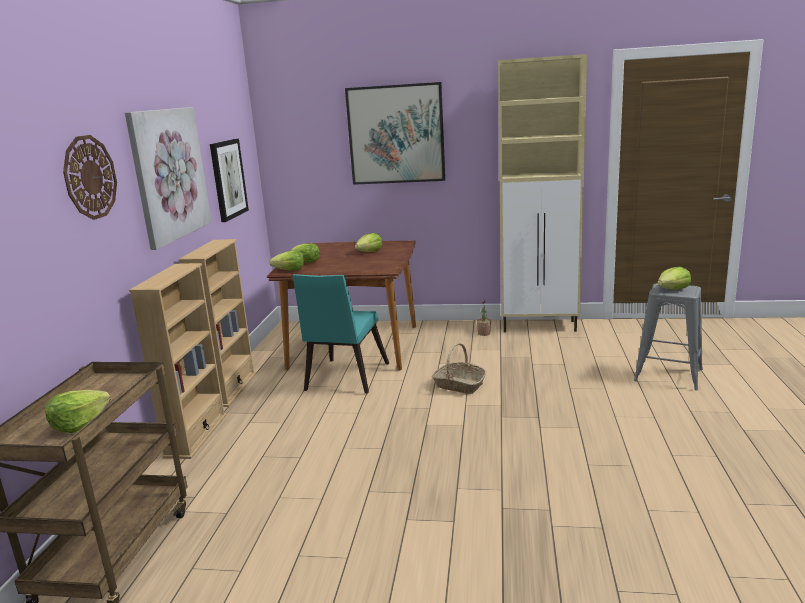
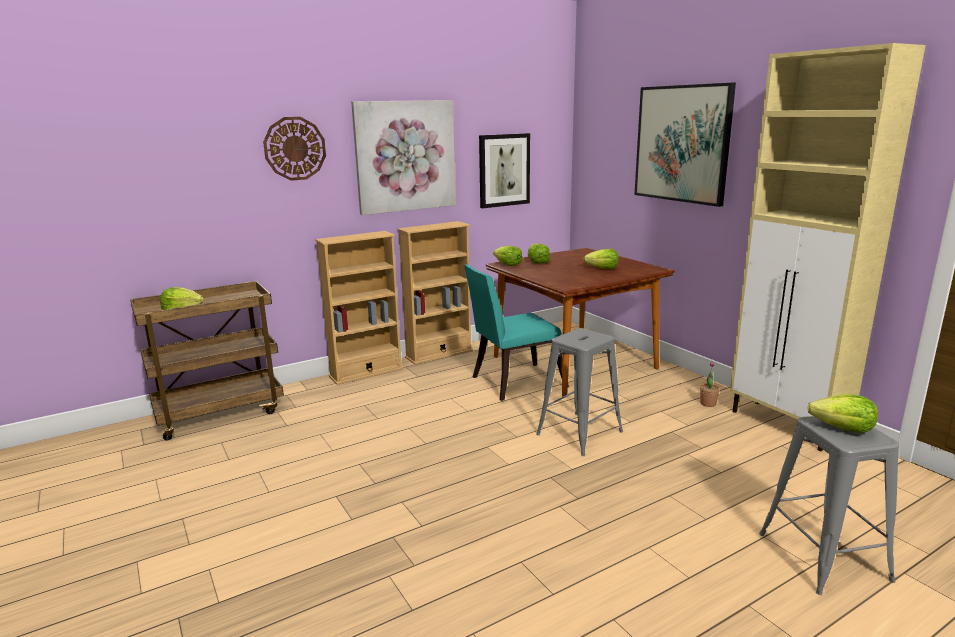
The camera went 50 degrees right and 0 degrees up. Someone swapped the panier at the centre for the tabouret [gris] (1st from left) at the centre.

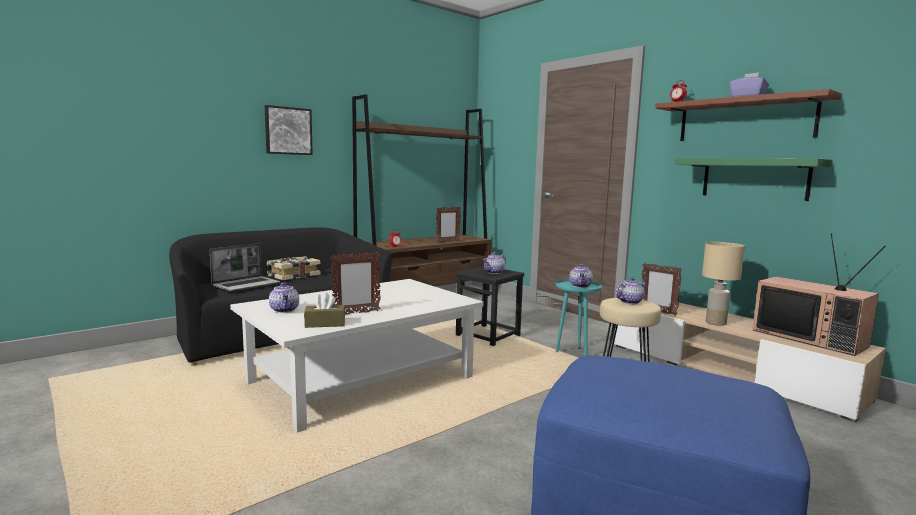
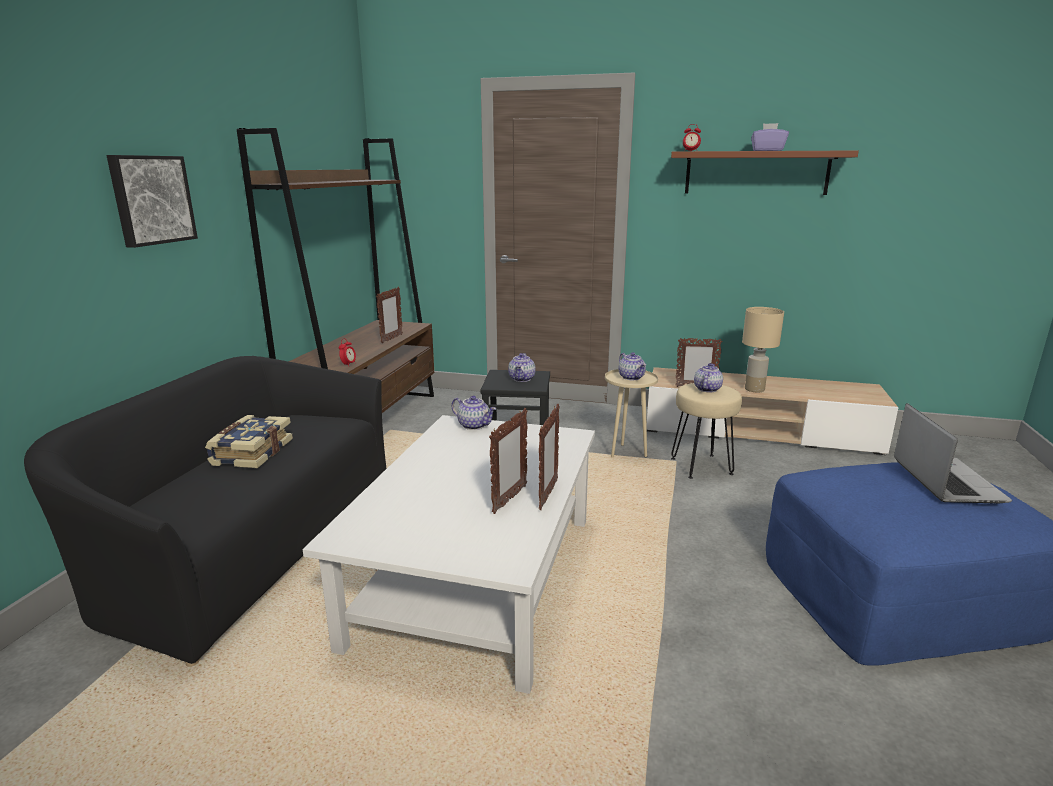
The camera went 35 degrees left and 10 degrees up. Someone took away the boîte à mouchoirs [marron] at the centre. Someone took away the étagère [vert] at the middle right. Someone took away the téléviseur at the middle right. Someone put down the cadre photo (3rd from left) at the centre. Someone carried the ordinateur portable from the middle left to the middle right. Someone carried the théière (1st from left) from the middle left to the centre. Someone repainted the table d'appoint [turquoise] at the centre, which became the table d'appoint [beige] at the centre.

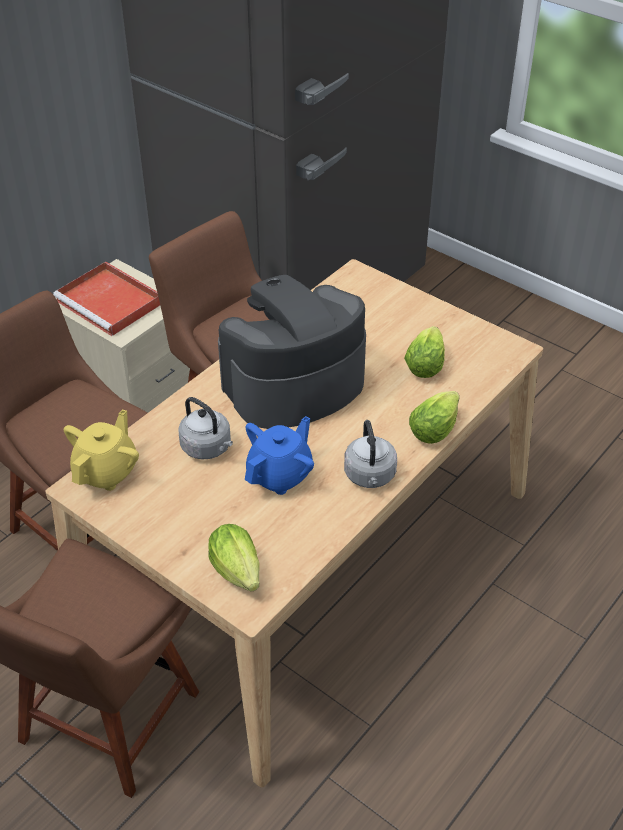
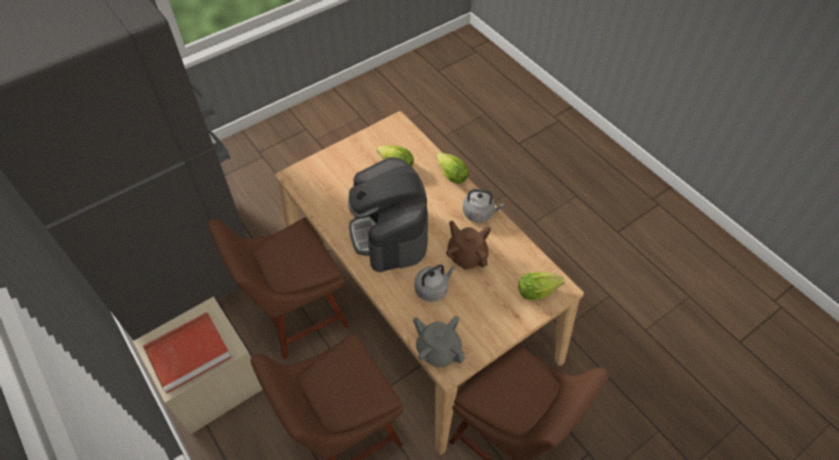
The camera went 75 degrees left and 10 degrees up. Someone repainted the théière [jaune] at the middle left, which became the théière [gris] at the bottom centre. Someone repainted the théière [bleu] at the centre, which became the théière [marron] at the centre.

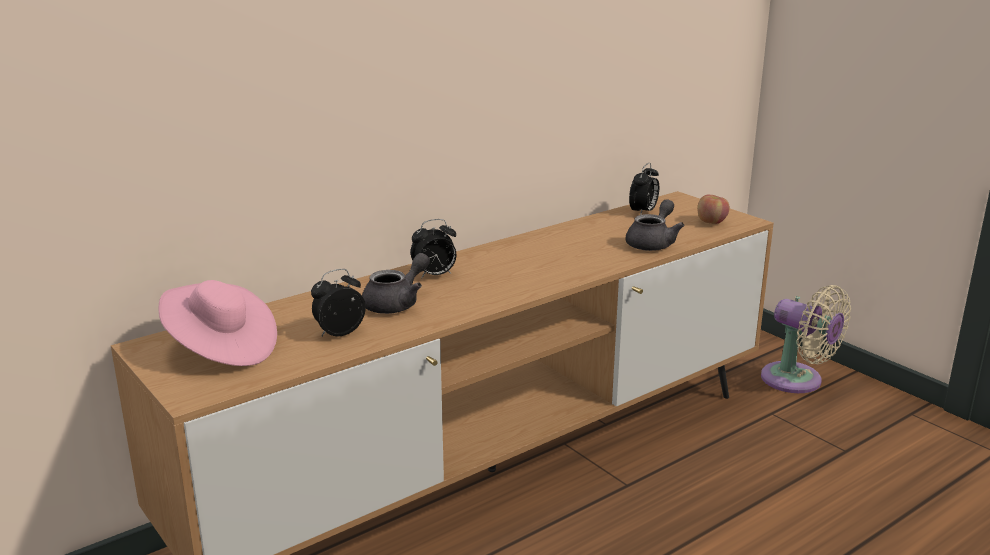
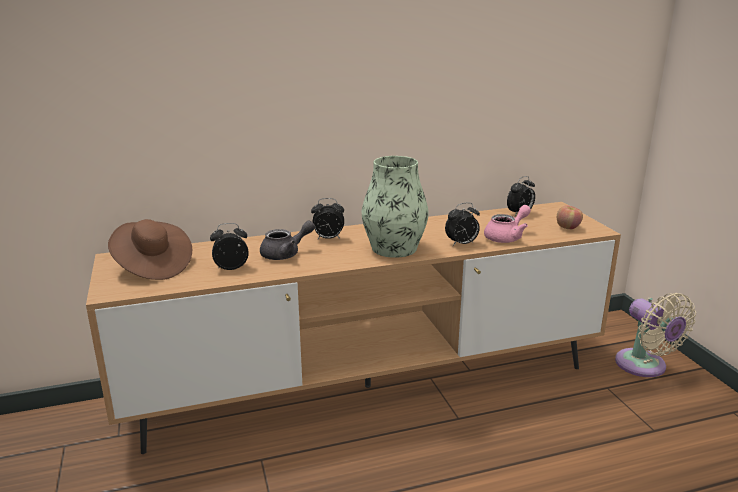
The camera went 20 degrees right and 0 degrees up. Someone put down the vase at the centre. Someone put down the réveil (3rd from left) at the centre. Someone repainted the chapeau [rose] at the middle left, which became the chapeau [marron] at the middle left. Someone repainted the théière [gris] (2nd from left) at the centre, which became the théière [rose] at the middle right.

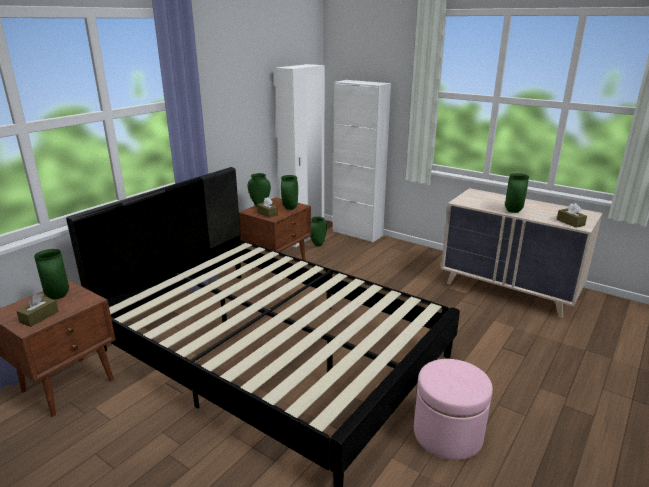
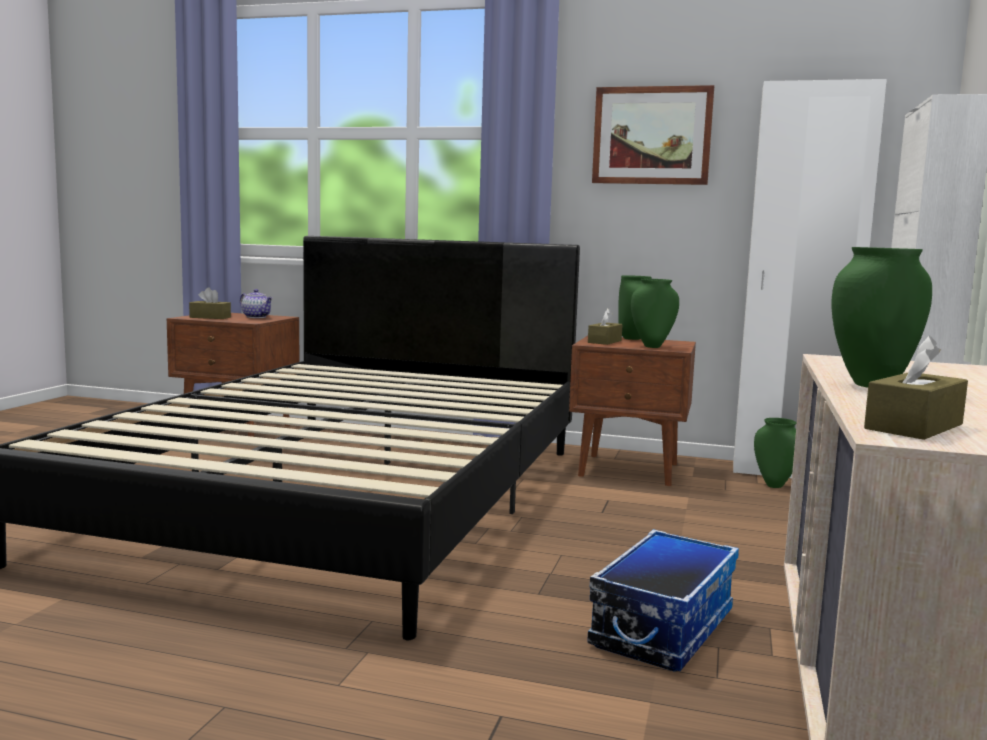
The camera went 70 degrees right and 15 degrees down. Someone took away the pouf [rose] at the bottom right. Someone put down the boîte de rangement at the bottom right. Someone put up the tableau at the top centre. Someone swapped the vase [vert] (1st from left) at the middle left for the théière at the middle left.

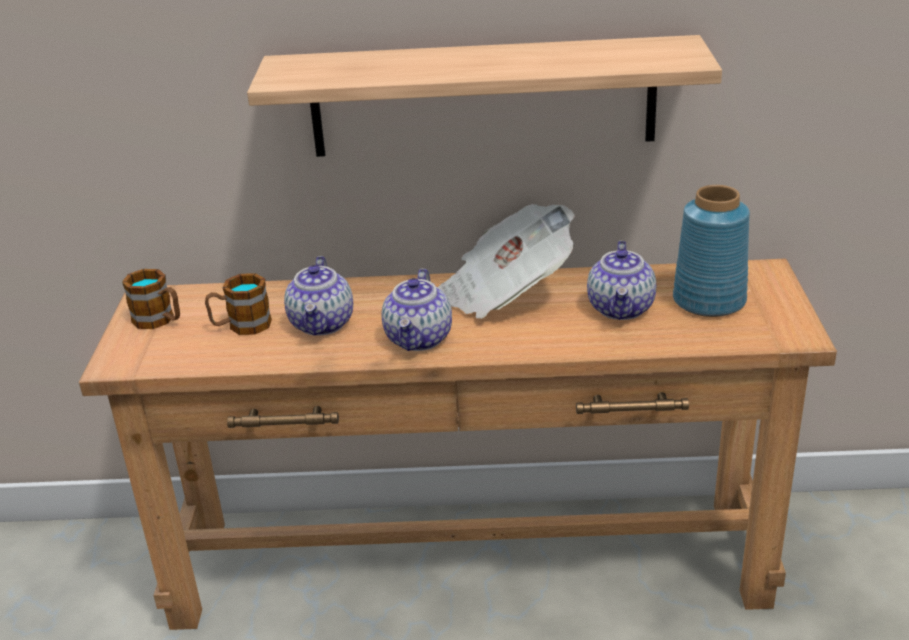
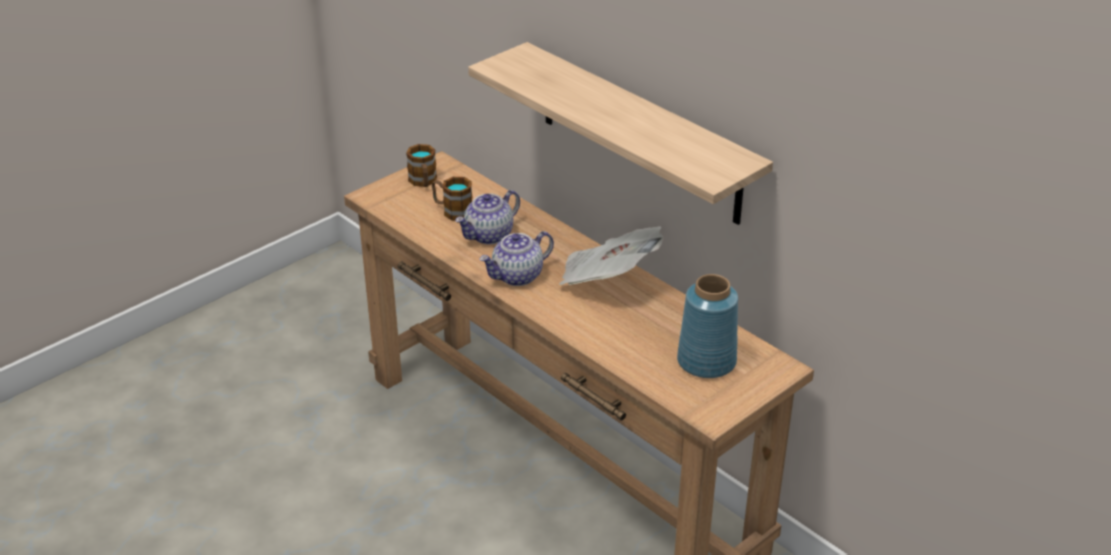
The camera went 45 degrees right and 5 degrees up. Someone took away the théière (3rd from left) at the middle right.

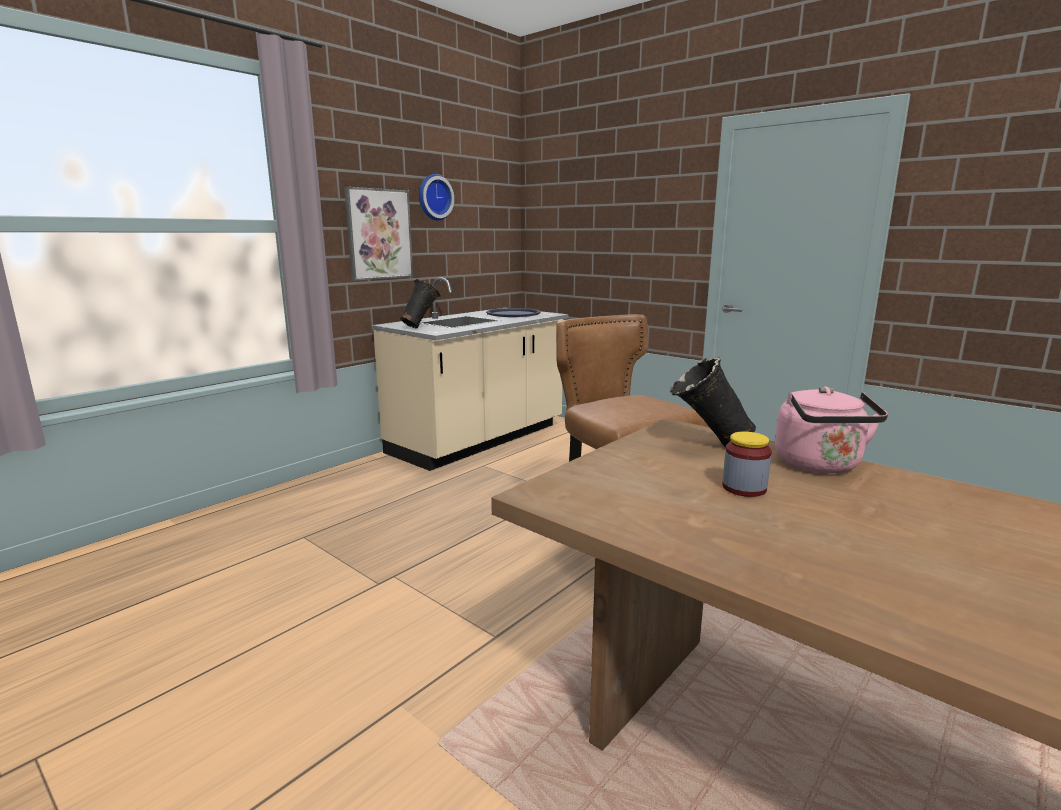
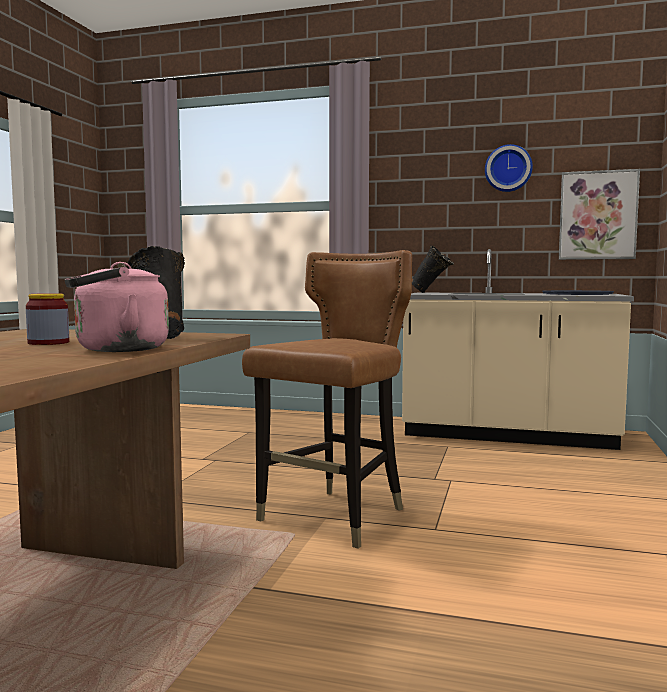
The camera went 65 degrees right and 10 degrees down. Someone carried the tableau from the top centre to the top right.

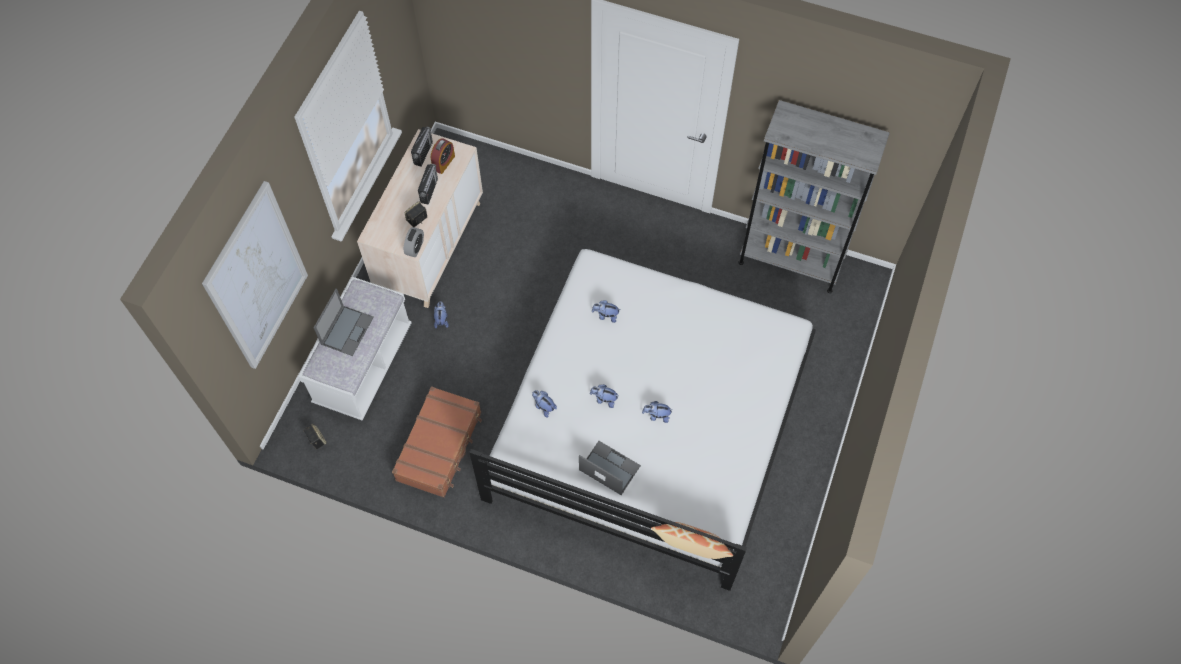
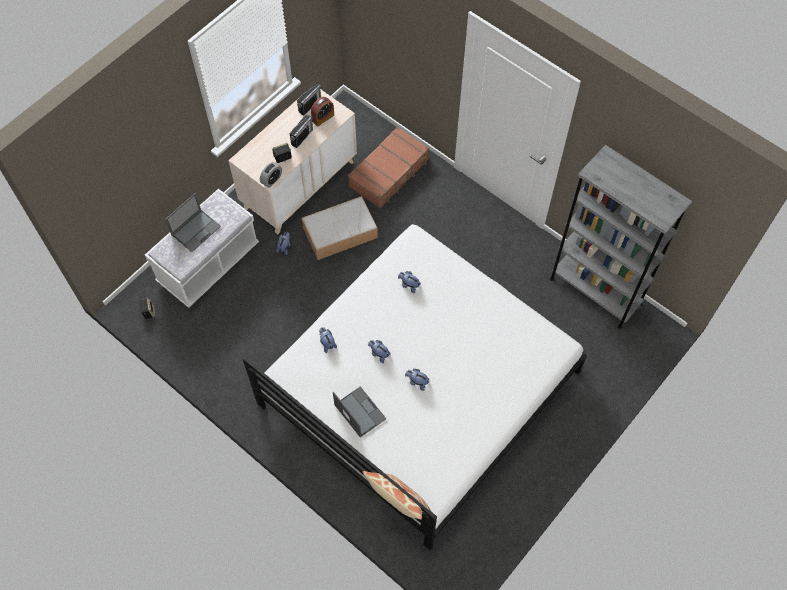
The camera went 20 degrees right and 0 degrees up. Someone took away the tableau at the middle left. Someone put down the boîte de rangement at the centre. Someone carried the valise [marron] from the centre to the top centre.

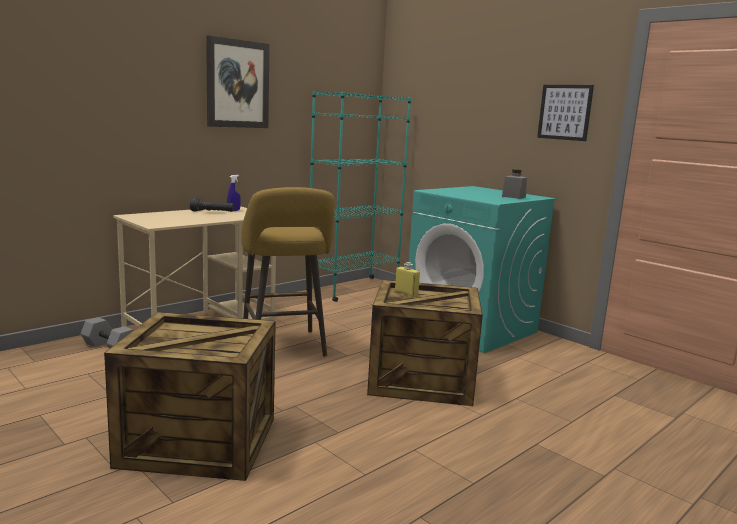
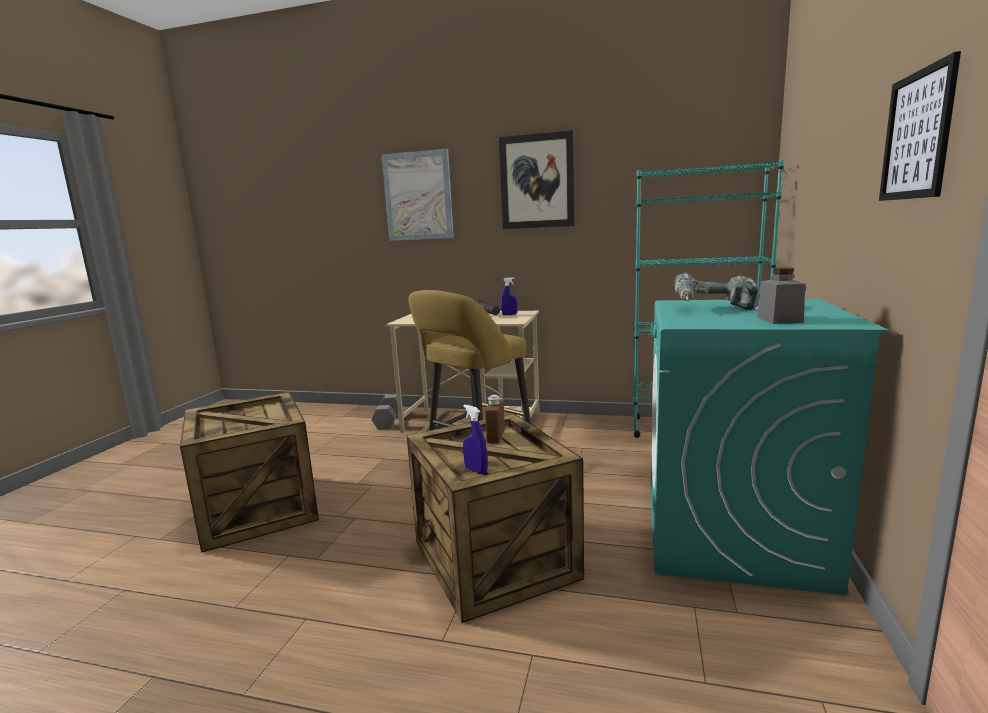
The camera went 60 degrees right and 0 degrees up. Someone put up the tableau (1st from left) at the top centre. Someone put down the vaporisateur [bleu] (1st from left) at the centre. Someone put down the perceuse at the middle right. Someone repainted the bouteille [jaune] at the centre, which became the bouteille [marron] at the centre.

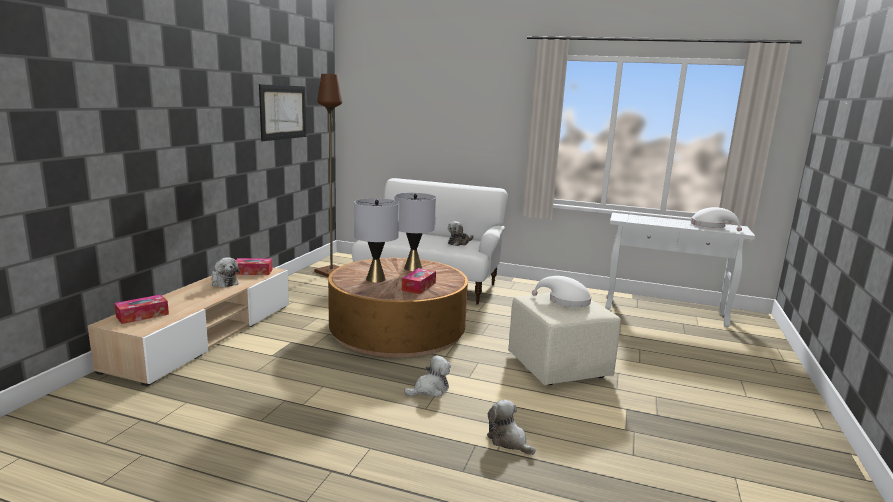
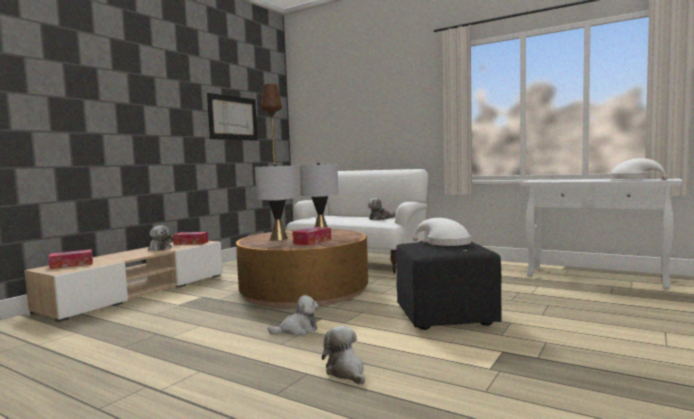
The camera went 15 degrees right and 10 degrees down. Someone repainted the pouf [beige] at the bottom centre, which became the pouf [noir] at the bottom centre.

